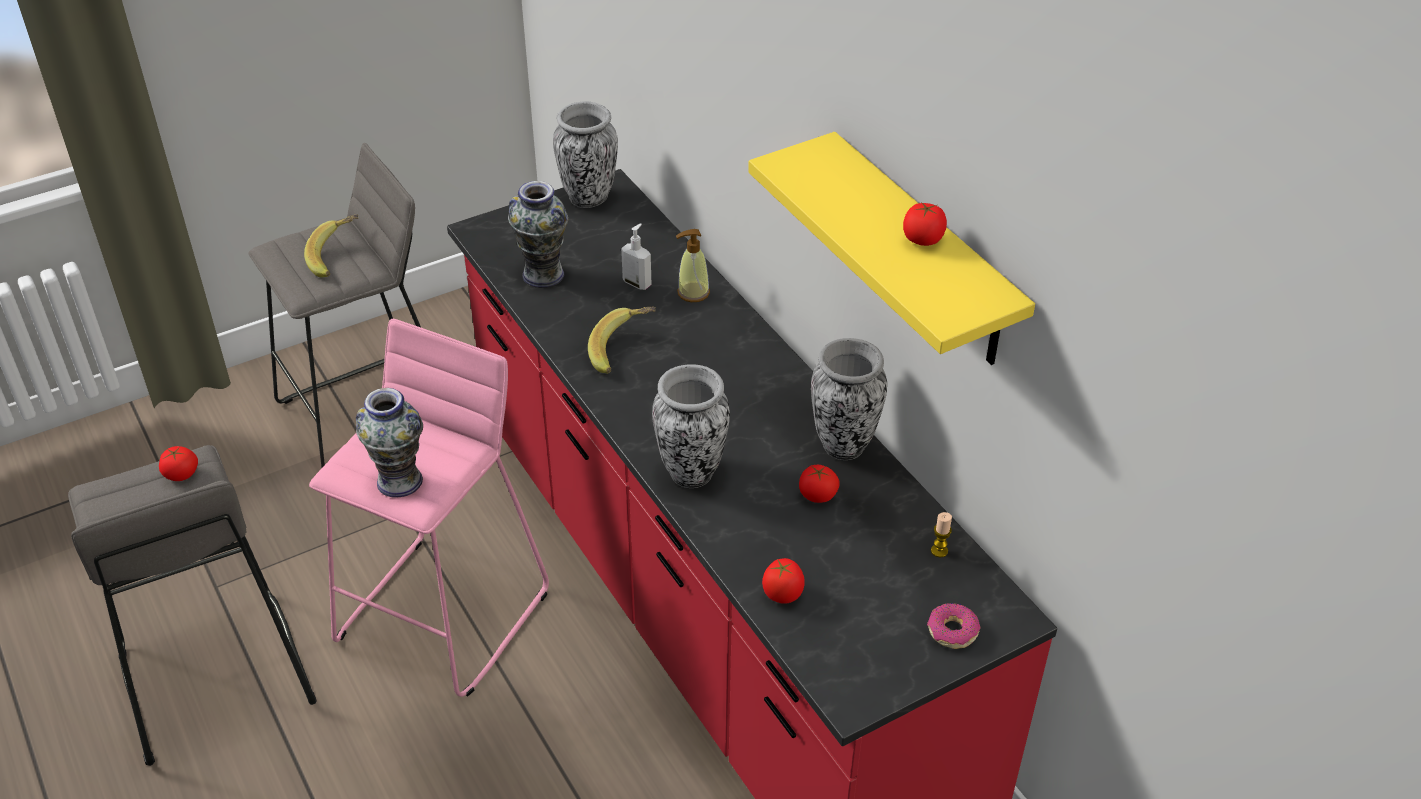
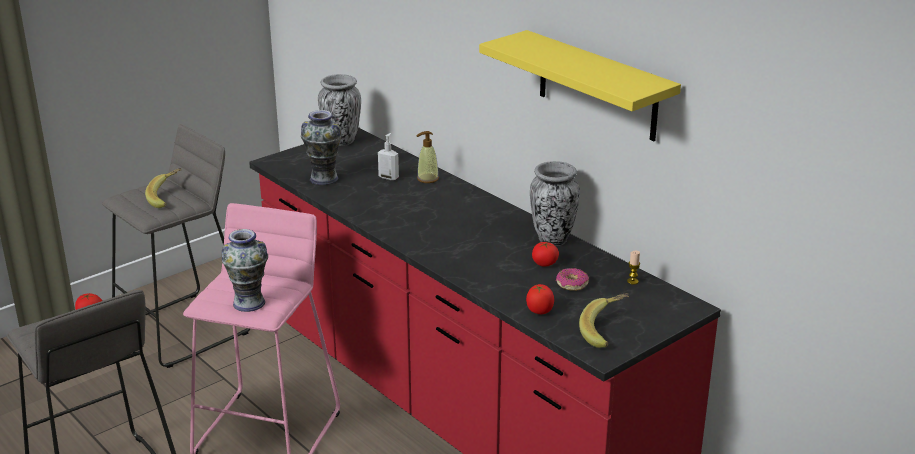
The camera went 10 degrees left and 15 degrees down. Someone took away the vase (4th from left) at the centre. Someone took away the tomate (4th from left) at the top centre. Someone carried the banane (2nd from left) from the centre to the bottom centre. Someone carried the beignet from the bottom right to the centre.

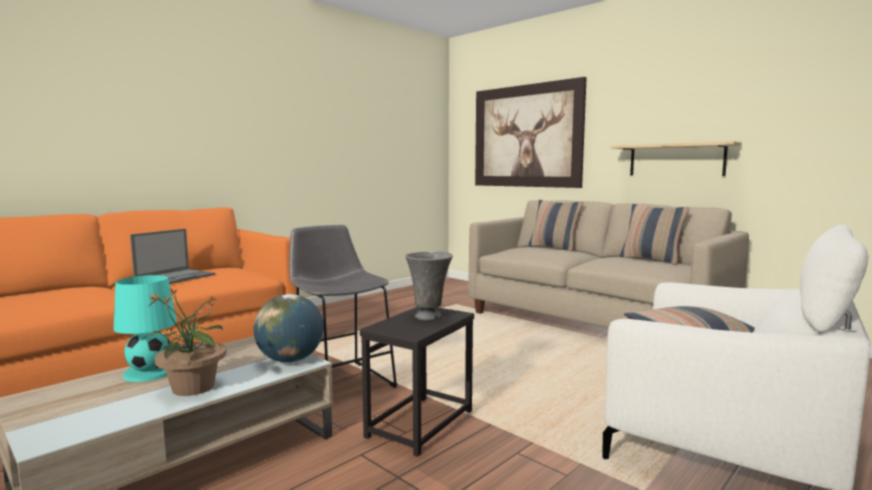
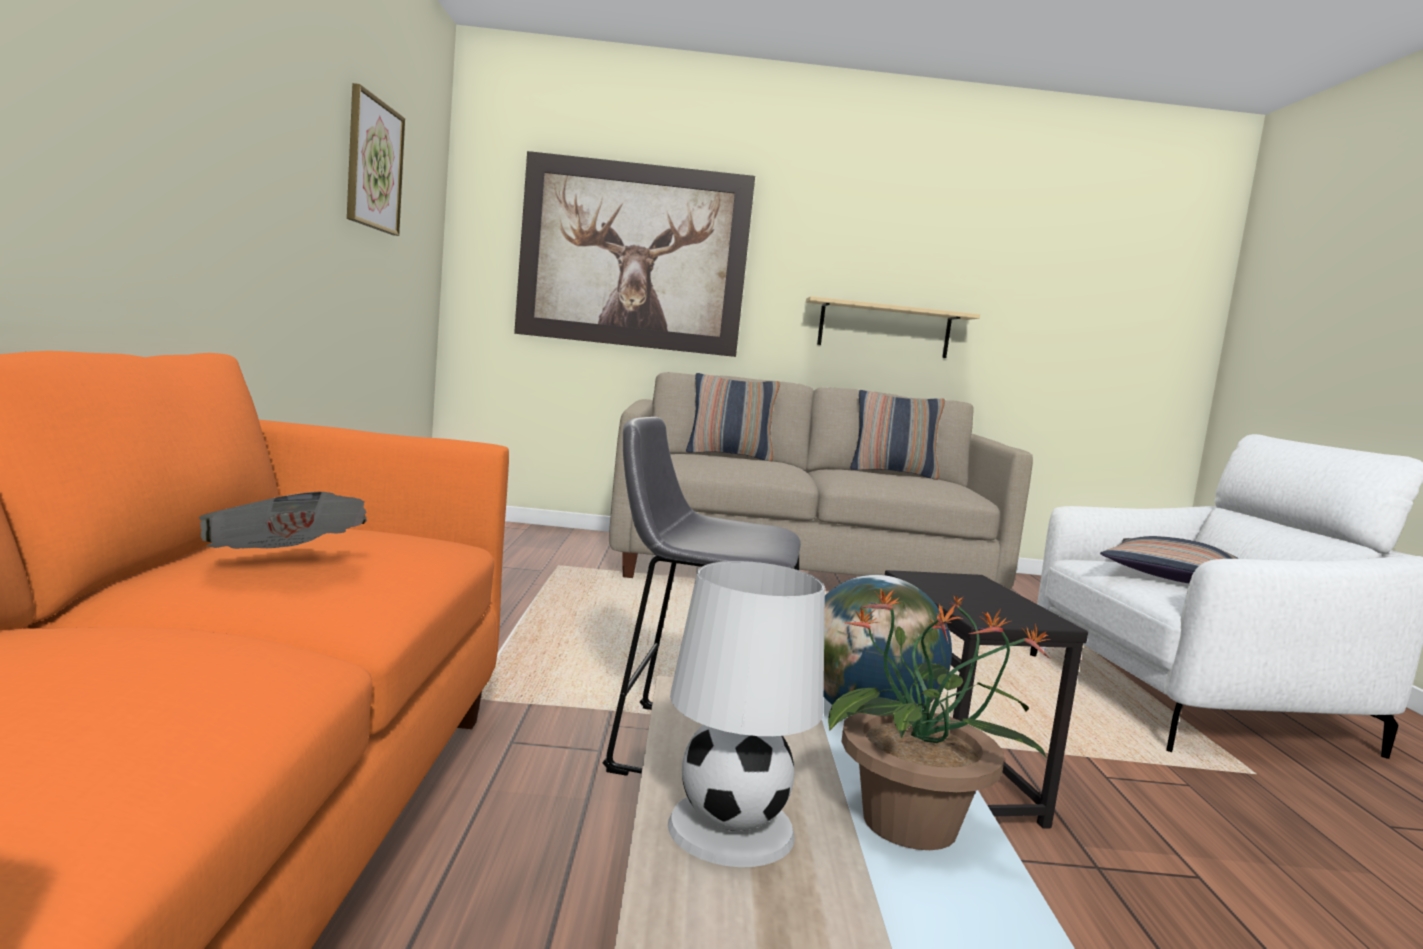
The camera went 45 degrees left and 0 degrees up. Someone took away the vase [gris] at the centre. Someone put up the tableau (1st from left) at the top left. Someone swapped the ordinateur portable at the middle left for the journal at the middle left. Someone repainted the lampe de table [turquoise] at the bottom left, which became the lampe de table [blanc] at the bottom centre.

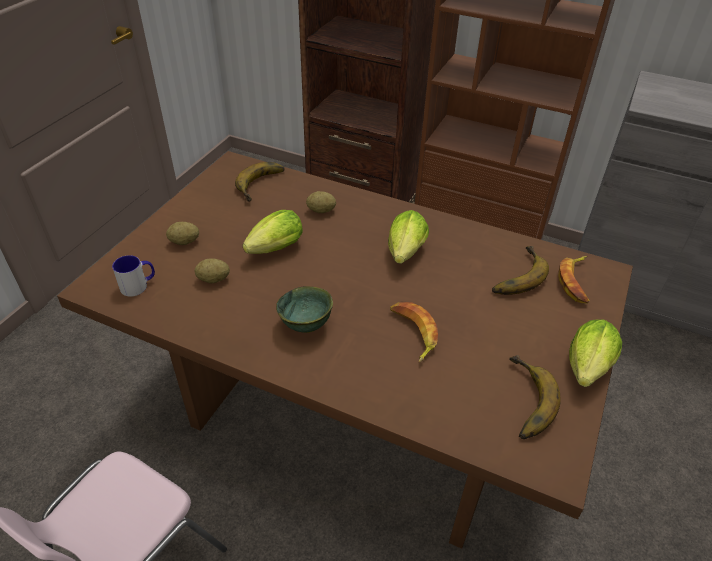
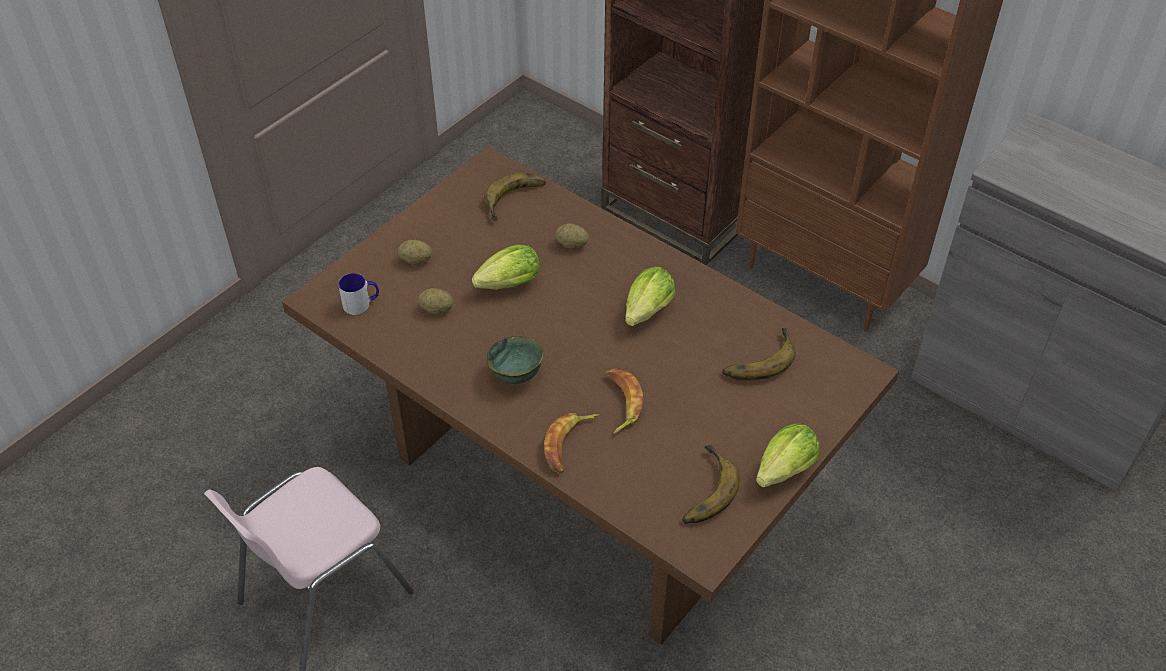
The camera went 15 degrees right and 5 degrees up. Someone carried the banane (5th from left in the first image) from the middle right to the centre.

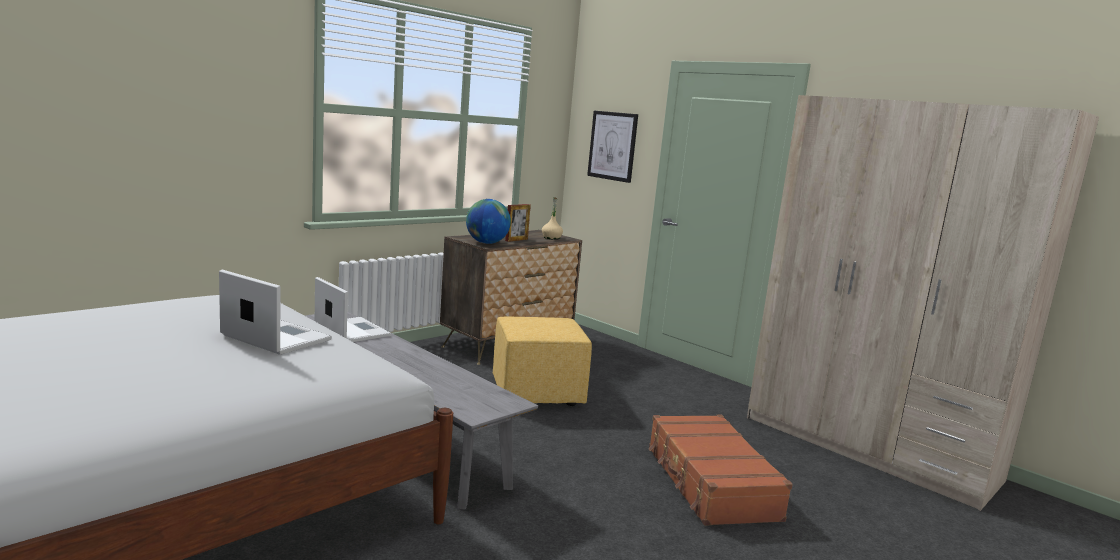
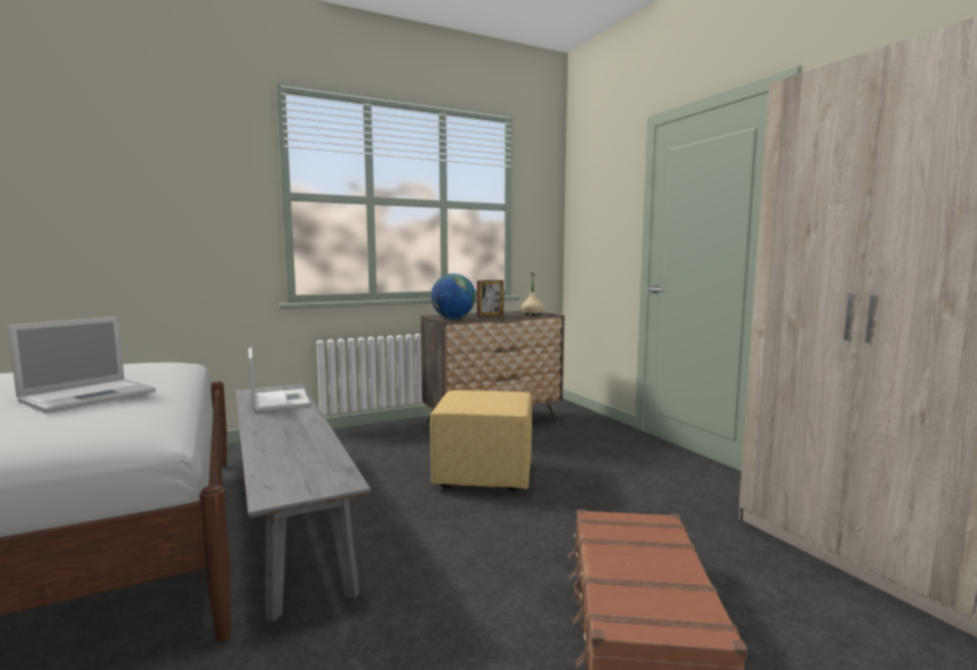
The camera went 20 degrees right and 5 degrees down. Someone took away the tableau at the top centre. Someone rotated the ordinateur portable (1st from left) at the middle left by 75 degrees clockwise.

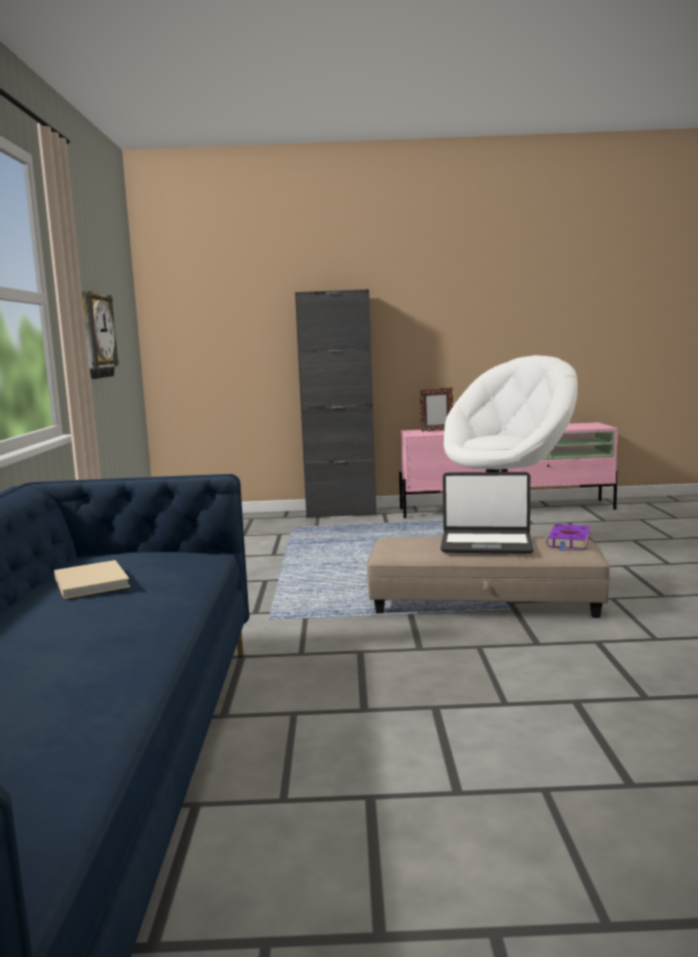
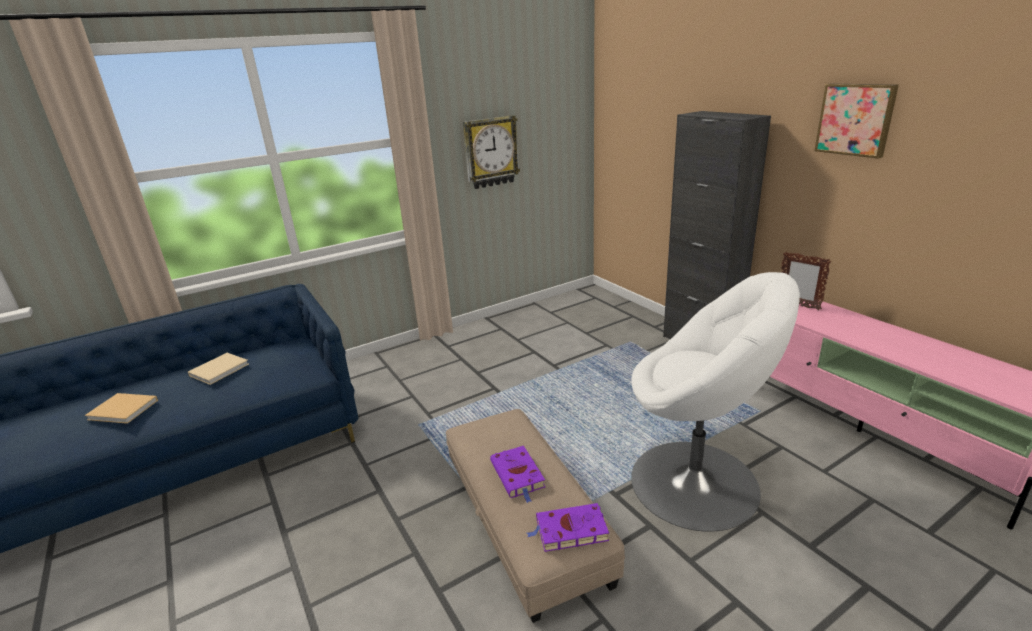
The camera went 60 degrees right and 15 degrees up. Someone put down the livre [beige] (1st from left) at the middle left. Someone put up the tableau at the top right. Someone swapped the ordinateur portable at the middle right for the livre [violet] (1st from left) at the bottom centre.

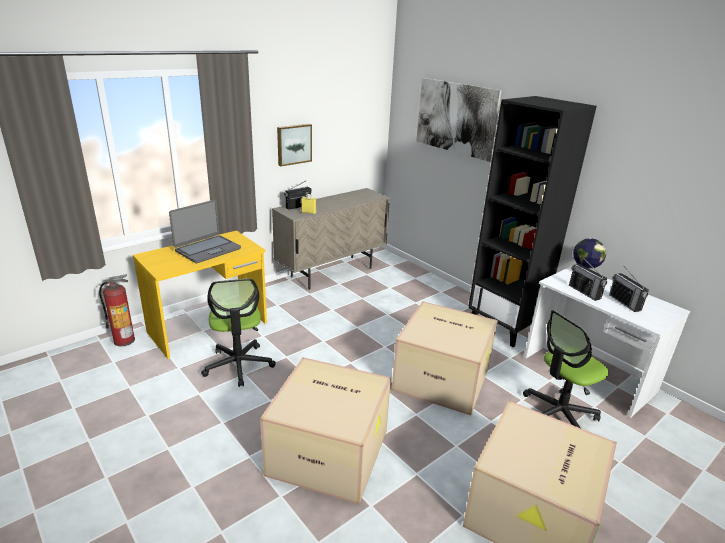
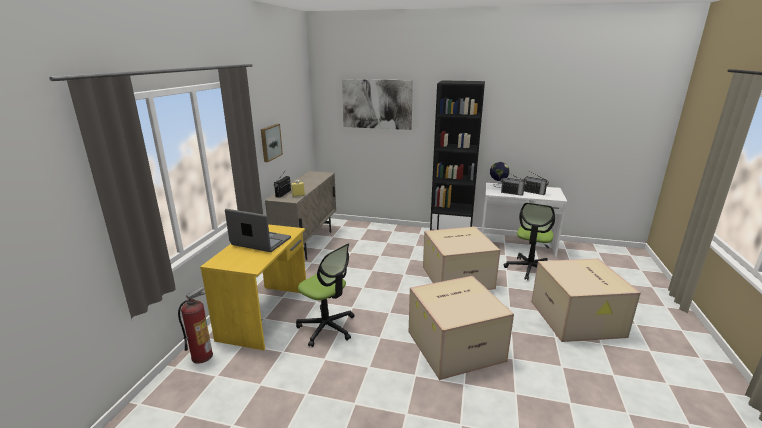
The camera went 35 degrees left and 5 degrees down. Someone rotated the ordinateur portable at the middle left by 75 degrees counterclockwise.

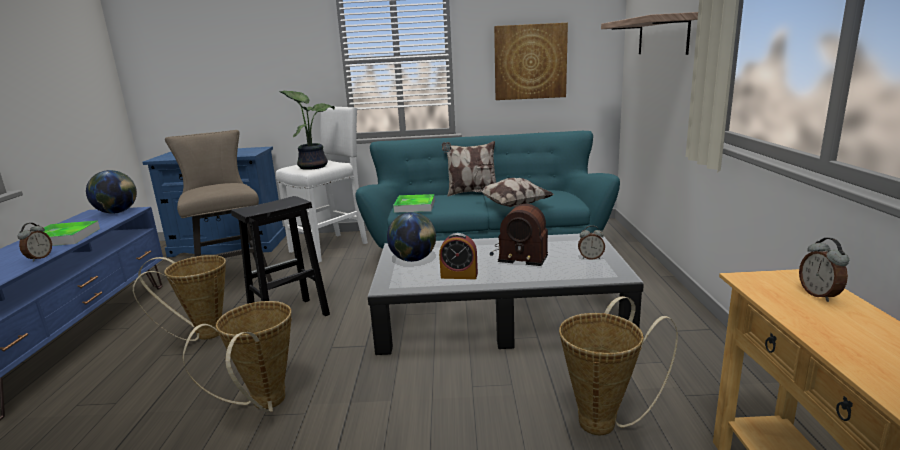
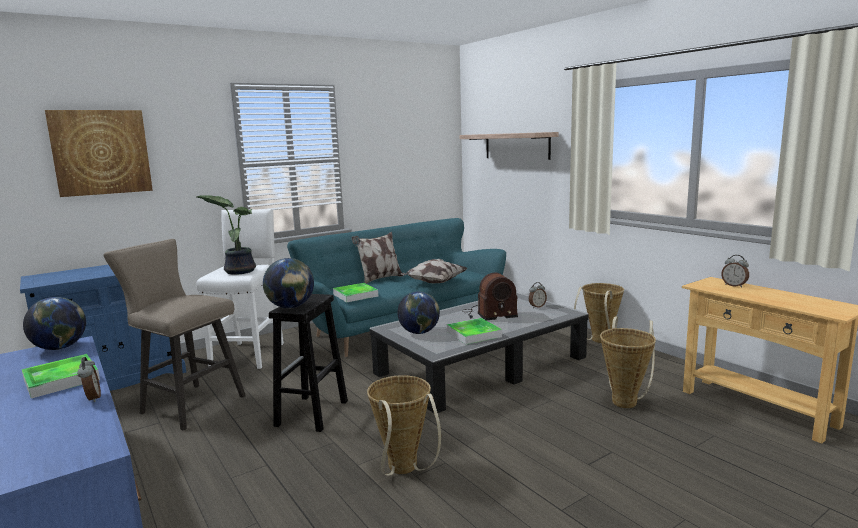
The camera went 35 degrees left and 5 degrees down. Someone put down the globe (2nd from left) at the centre. Someone carried the panier (1st from left in the first image) from the middle left to the middle right. Someone carried the tableau from the top centre to the top left. Someone swapped the réveil (2nd from left) at the centre for the plateau (3rd from left) at the centre.

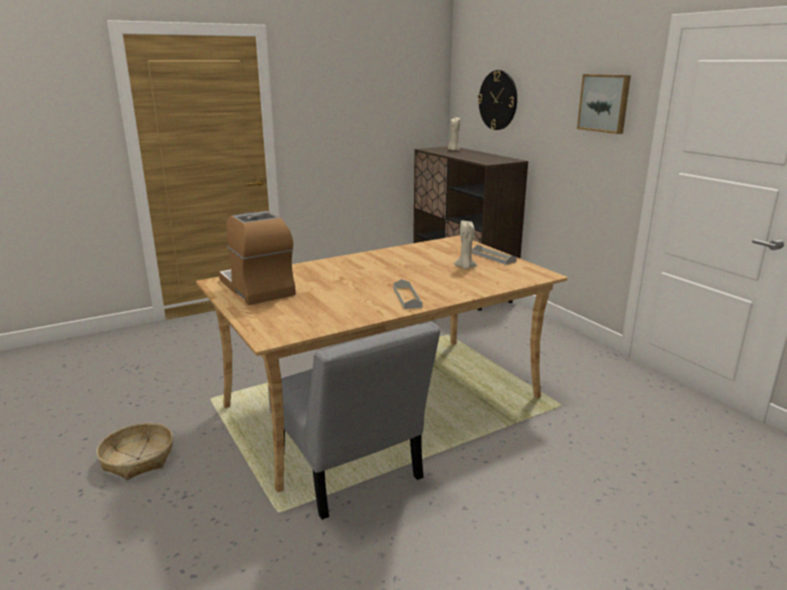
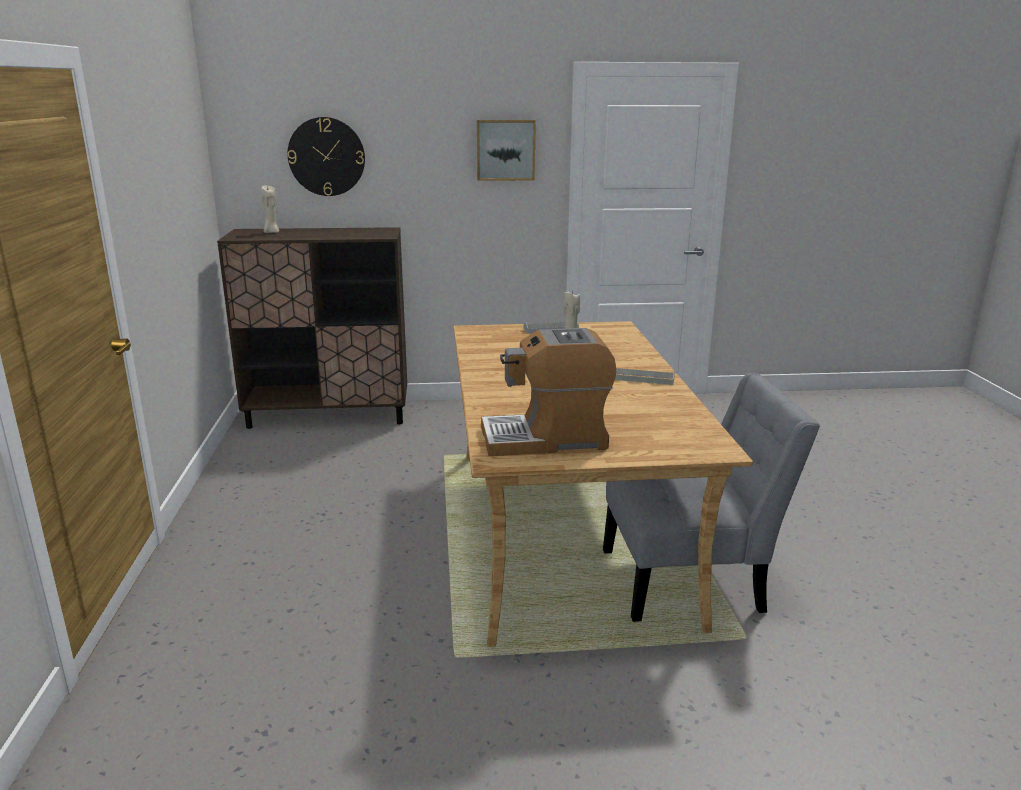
The camera went 65 degrees left and 0 degrees up. Someone took away the panier at the bottom left.

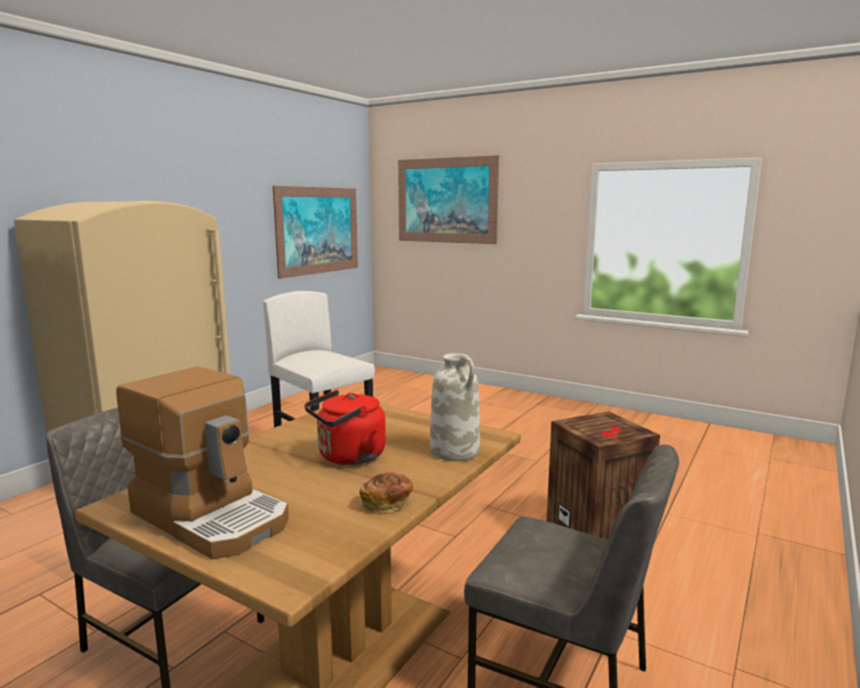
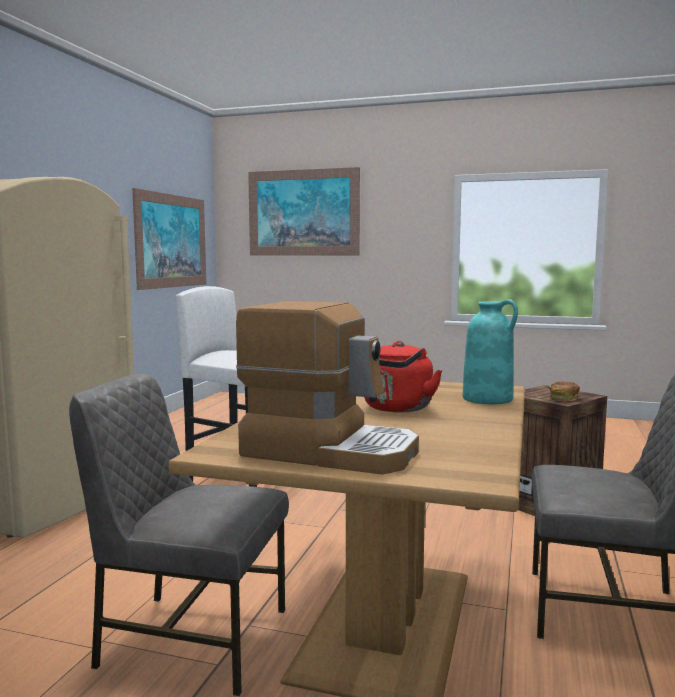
The camera went 15 degrees left and 5 degrees down. Someone carried the pain from the bottom centre to the middle right. Someone repainted the vase [blanc] at the centre, which became the vase [turquoise] at the middle right.

